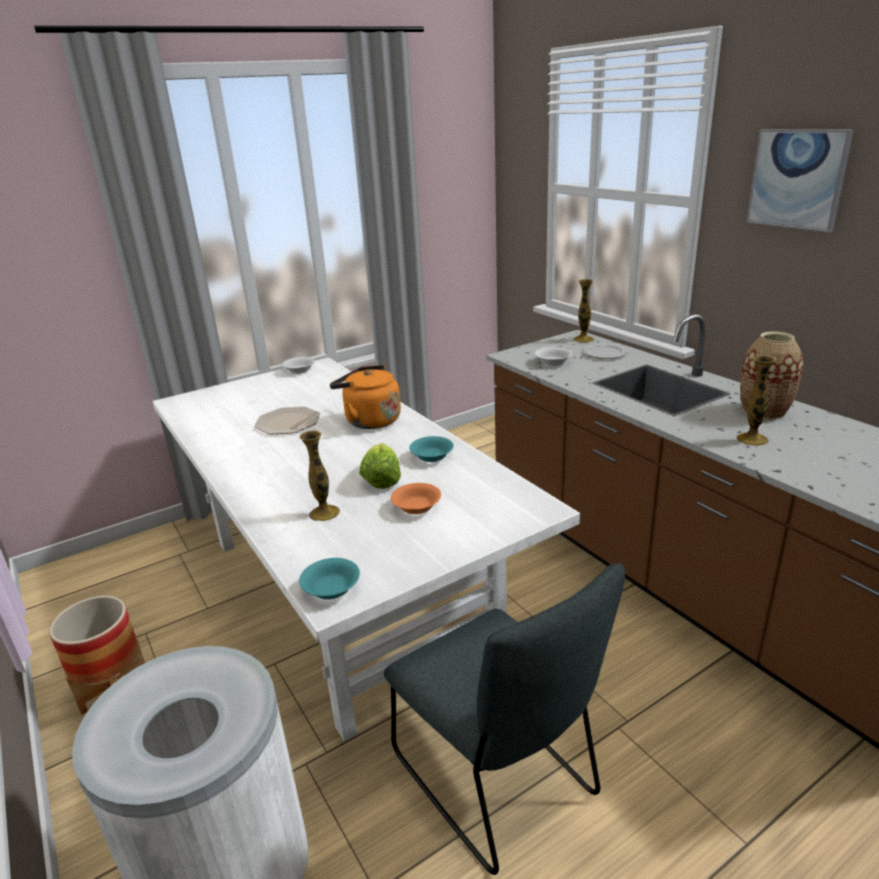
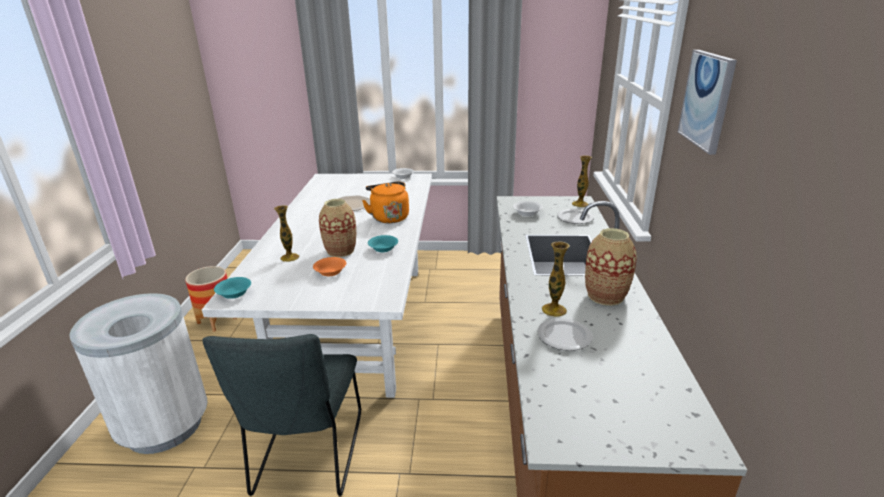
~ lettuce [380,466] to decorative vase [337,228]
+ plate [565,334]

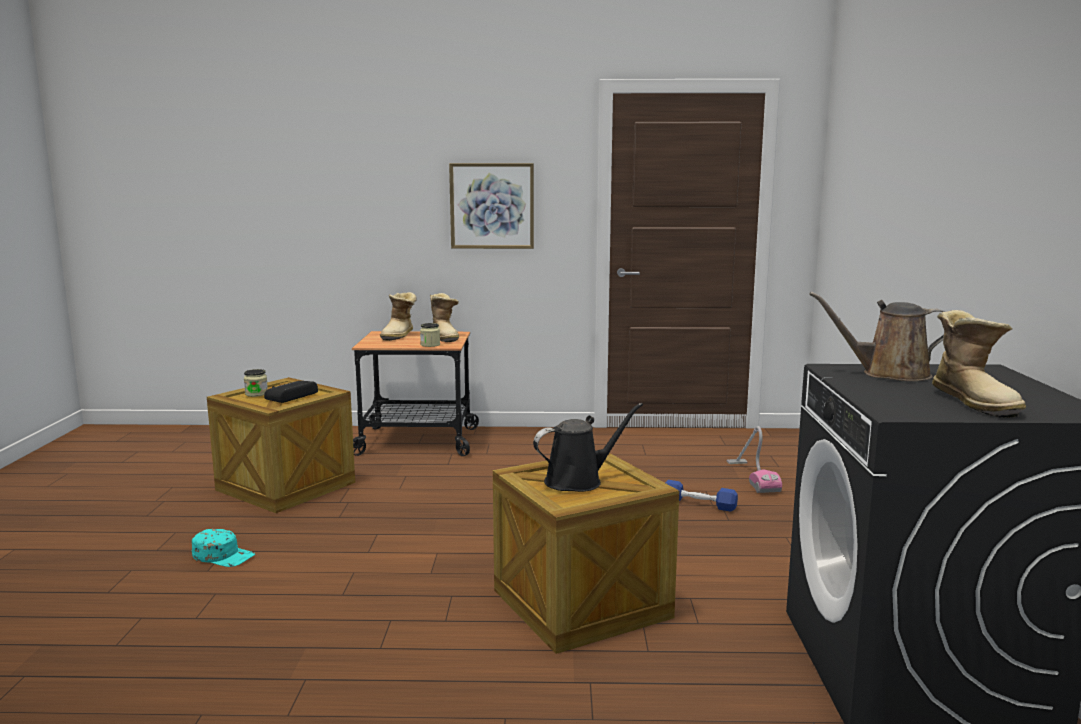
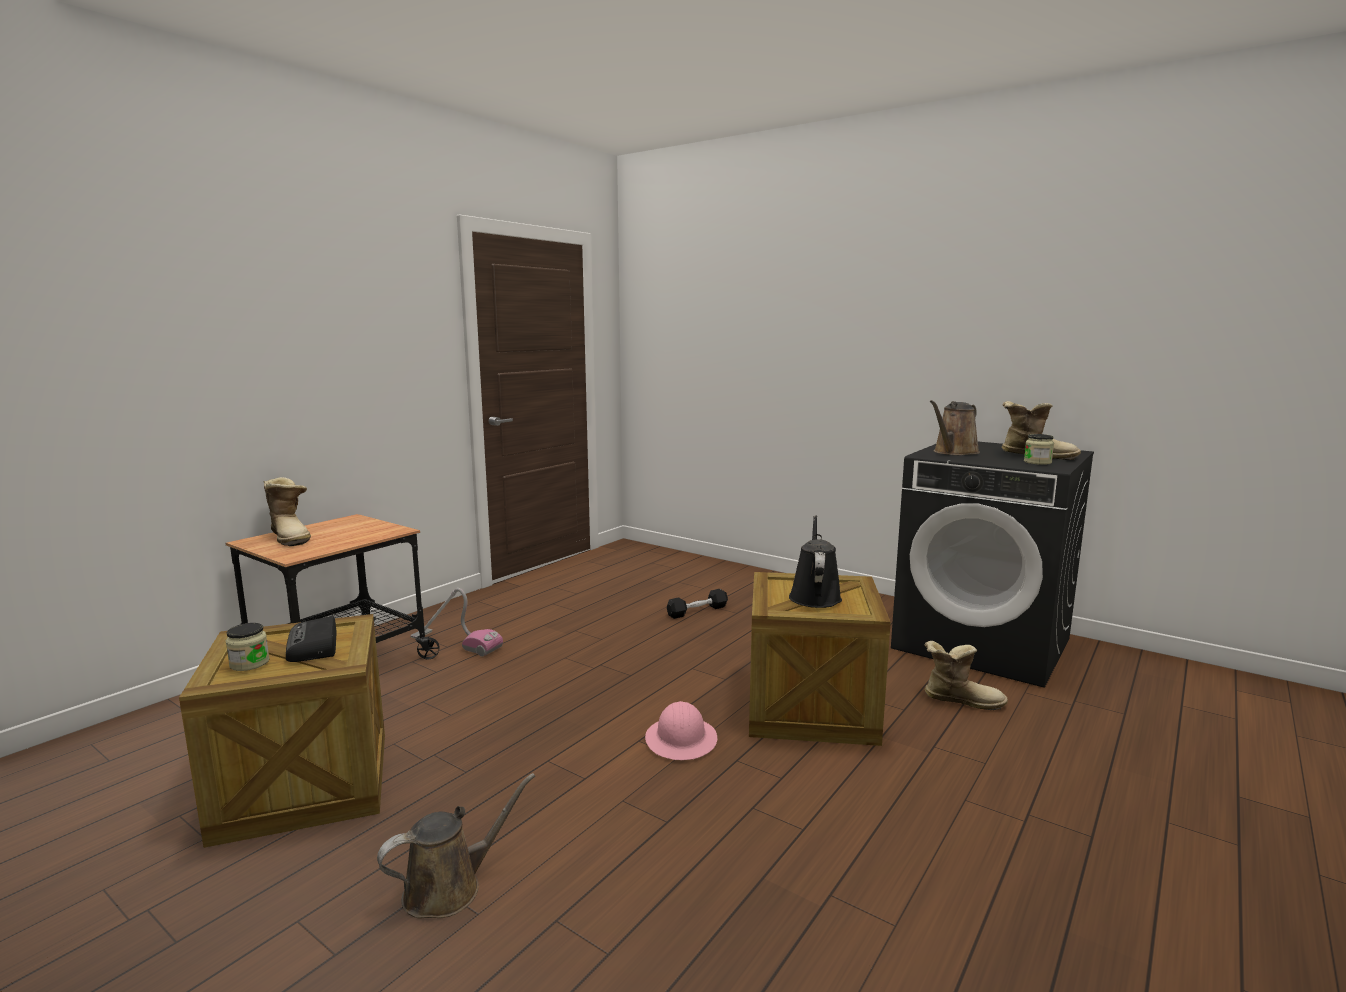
~ baseball cap in turquoise-coloured [223,548] to watering can in brown-coloured [456,846]
~ vacuum cleaner [754,459] to [456,622]
+ work helmet in pink [681,730]
~ hand weight in blue-coloured [701,496] to hand weight in blackish [697,604]
~ boot [444,317] to [966,675]
~ jar [430,335] to [1039,449]
- wall art [491,206]

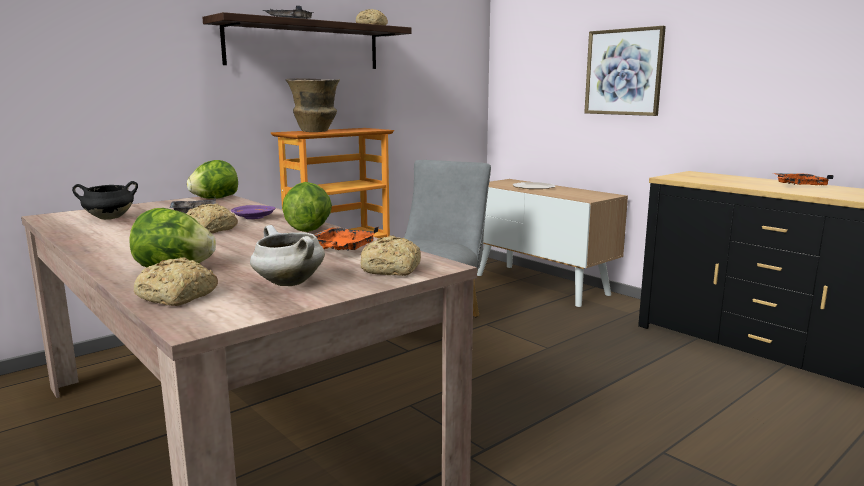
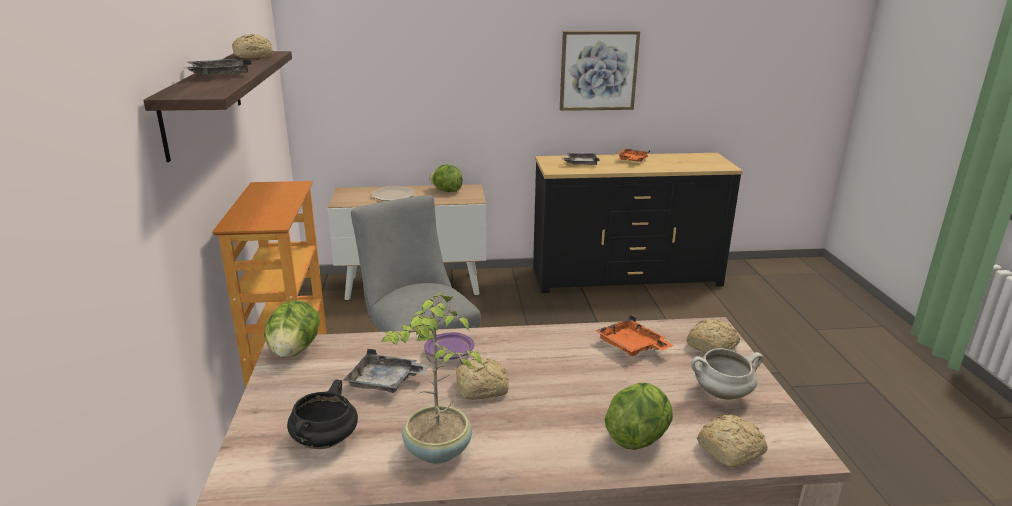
+ houseplant [431,378]
~ lettuce [307,207] to [446,178]
~ wall art [625,71] to [600,71]
+ tray in greyish [580,159]
- decorative vase [312,105]

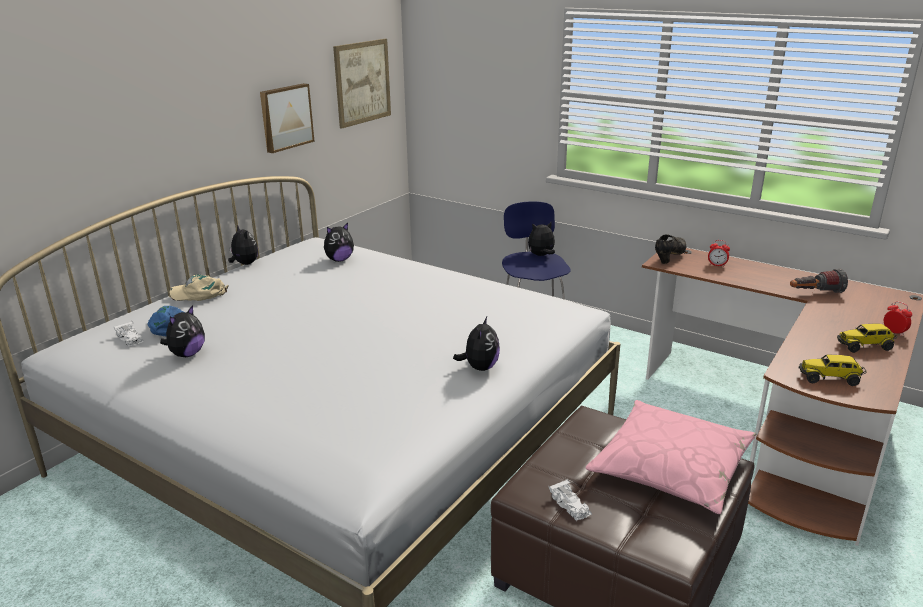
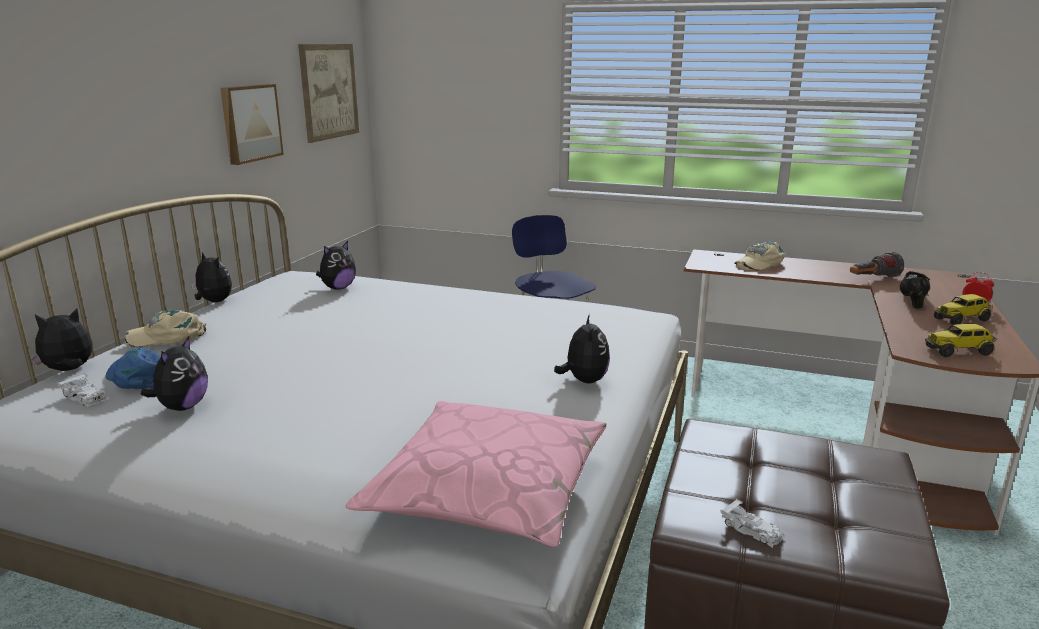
~ cuddly toy [541,239] to [61,339]
~ pillow in pink [670,457] to [476,474]
~ alarm clock [719,253] to baseball cap in sand-coloured [759,256]
~ shoe in blackish [670,249] to [915,290]

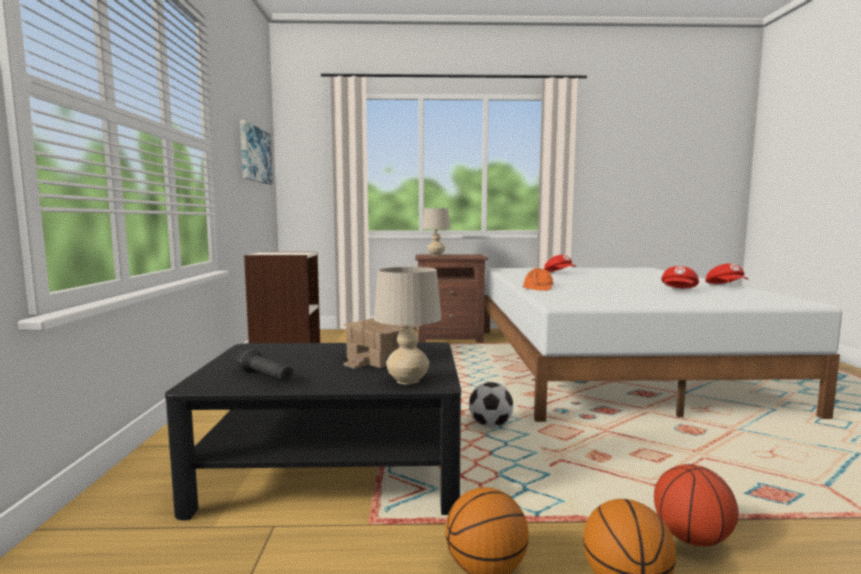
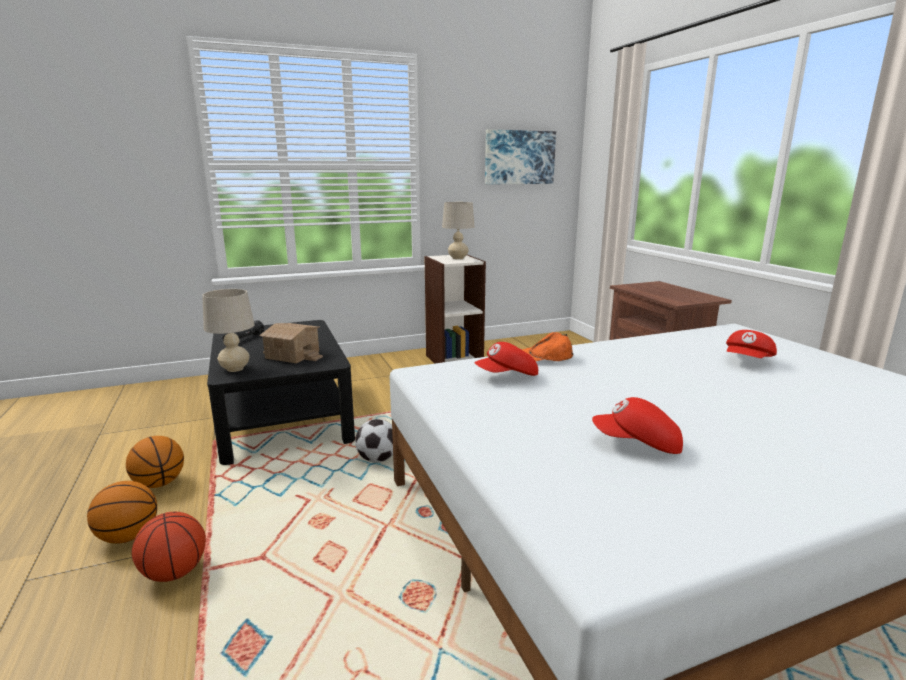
~ lamp for a table in sand-coloured [436,232] to [458,230]
~ baseball cap in red [727,273] to [506,359]

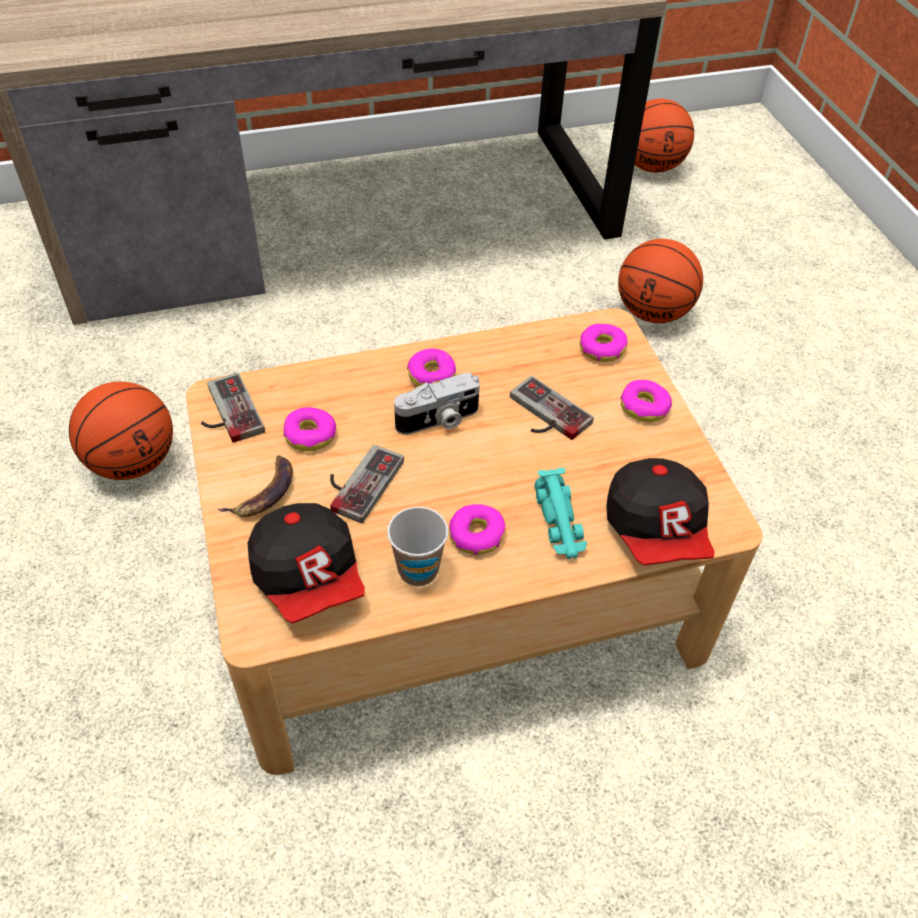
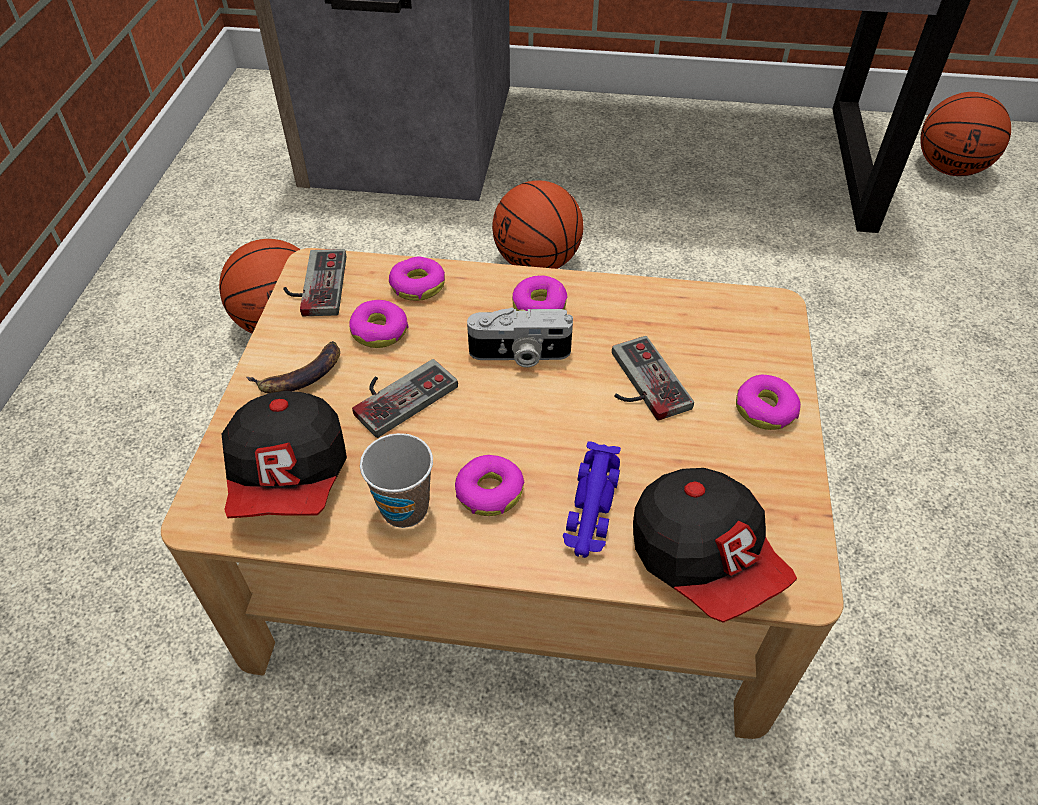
~ ring doughnut [604,343] to [417,278]
~ basketball ball [660,281] to [537,224]
~ toy car in turquoise-coloured [560,513] to toy car in purplish [592,499]
~ baseball cap [660,512] = [715,545] 45 degrees counterclockwise

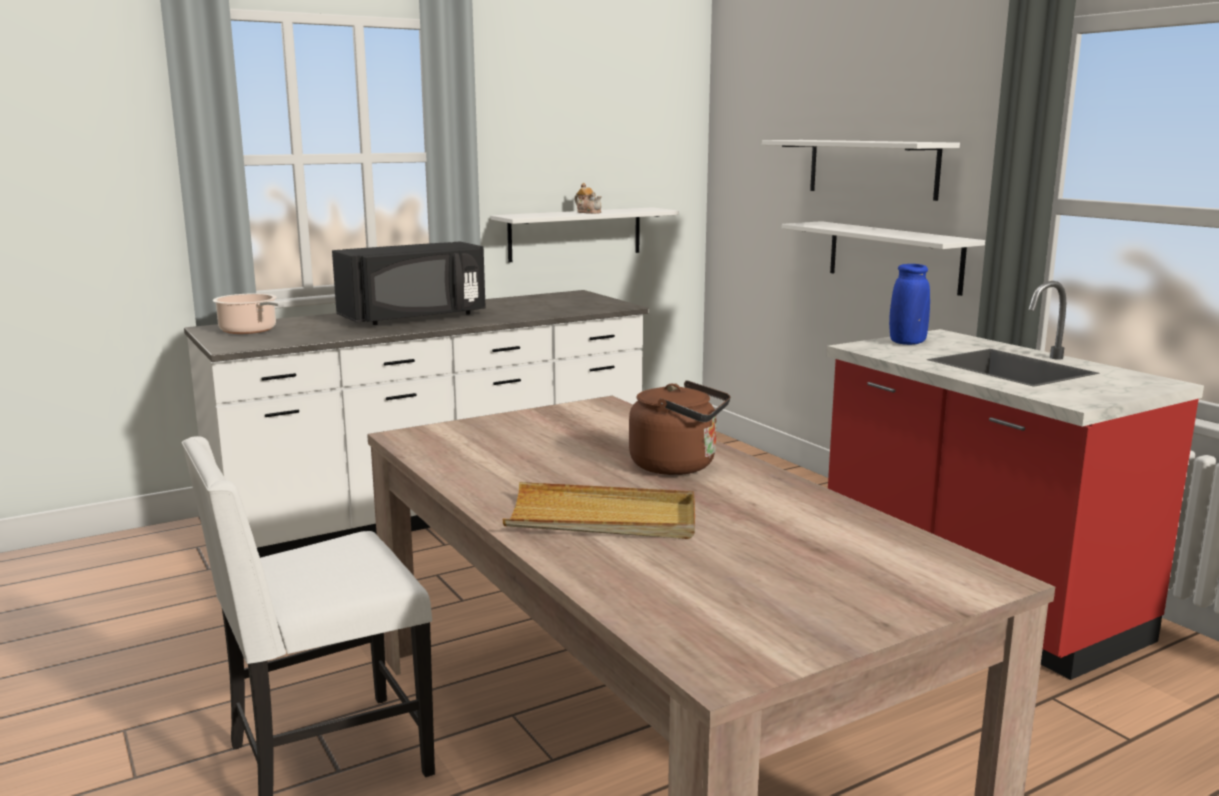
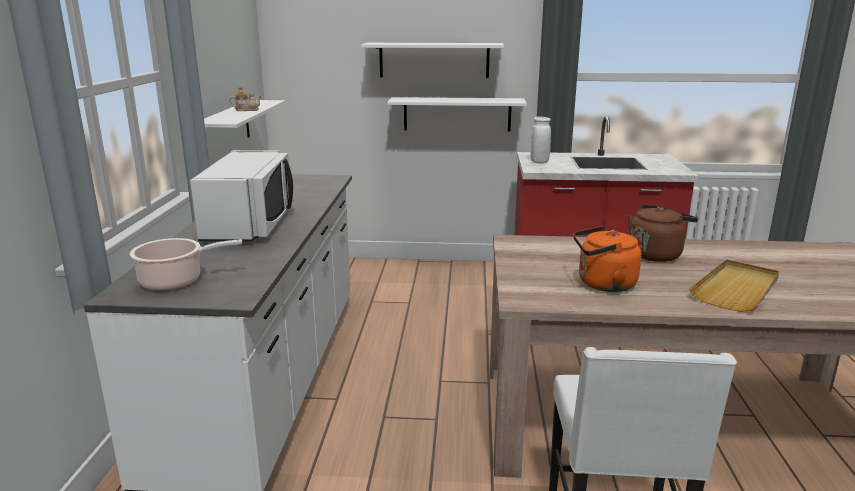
~ microwave oven in blackish [409,283] to microwave oven in white-coloured [241,196]
~ decorative vase in blue-coloured [909,304] to decorative vase in white-coloured [540,139]
+ kettle in orange-coloured [607,259]

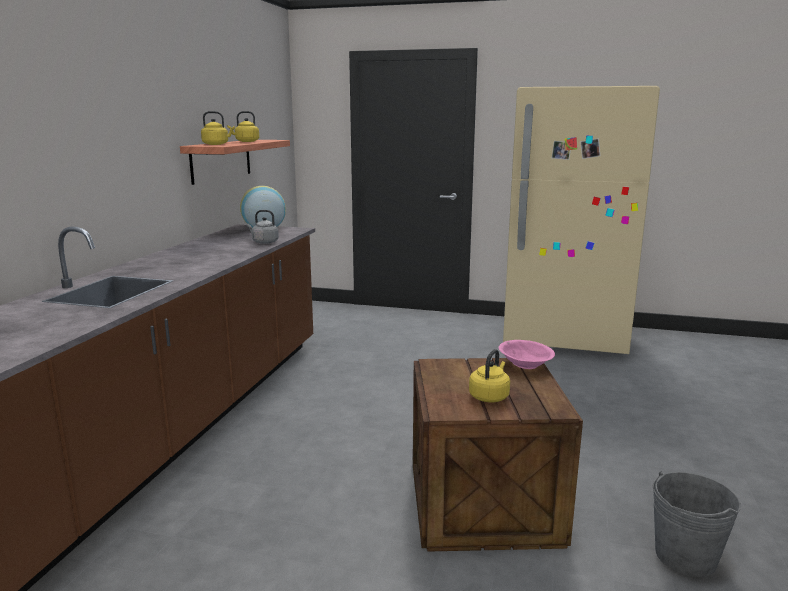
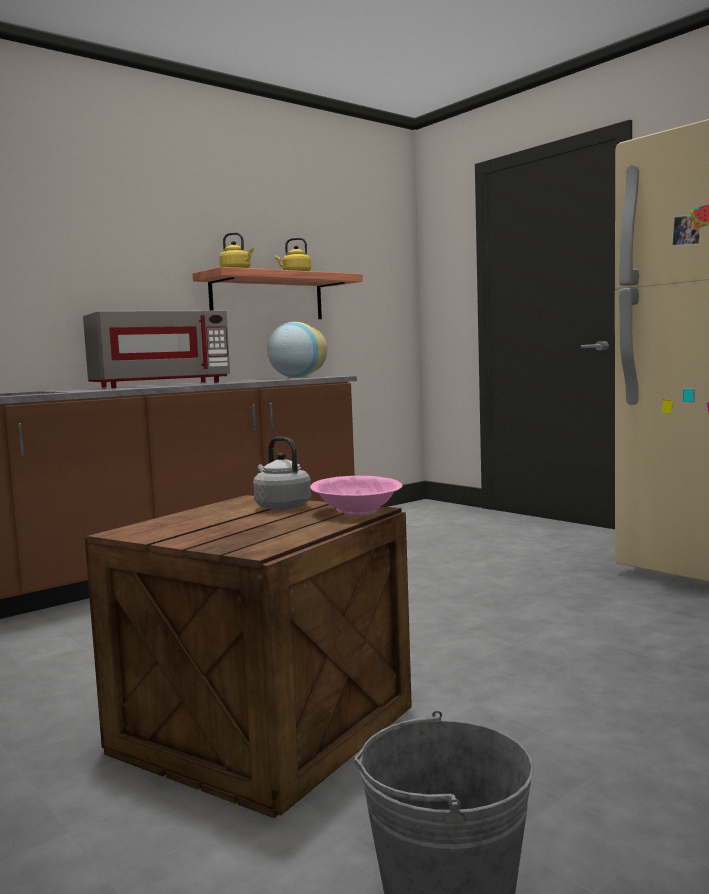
+ microwave oven in greyish [156,349]
~ kettle in greyish [263,227] to [282,473]
- kettle in yellowish [489,375]

